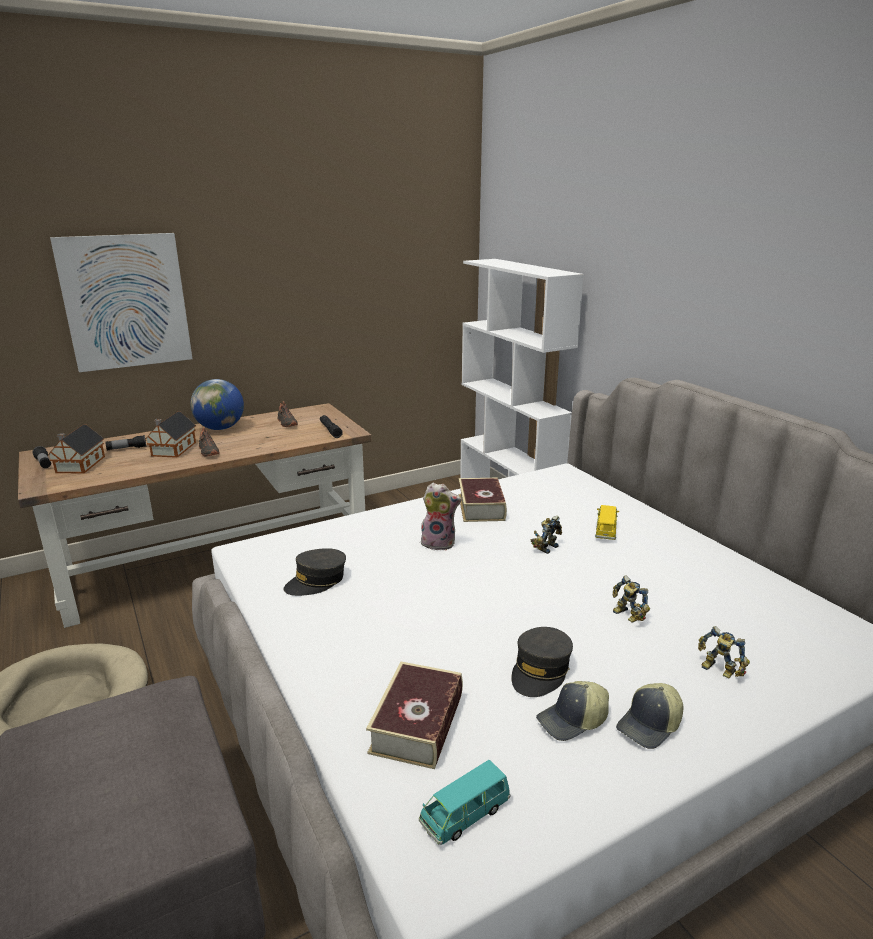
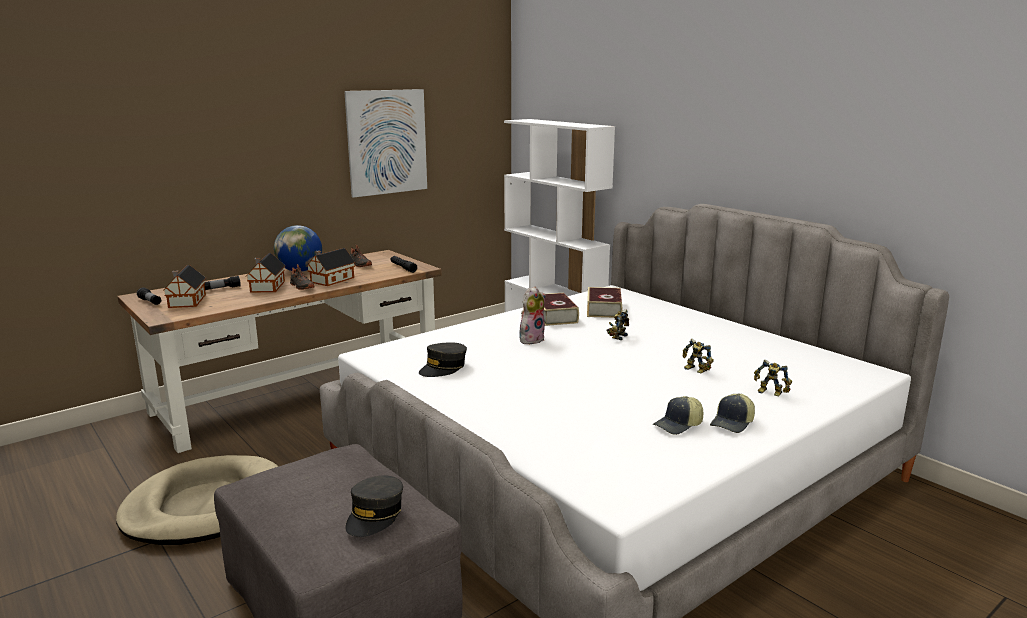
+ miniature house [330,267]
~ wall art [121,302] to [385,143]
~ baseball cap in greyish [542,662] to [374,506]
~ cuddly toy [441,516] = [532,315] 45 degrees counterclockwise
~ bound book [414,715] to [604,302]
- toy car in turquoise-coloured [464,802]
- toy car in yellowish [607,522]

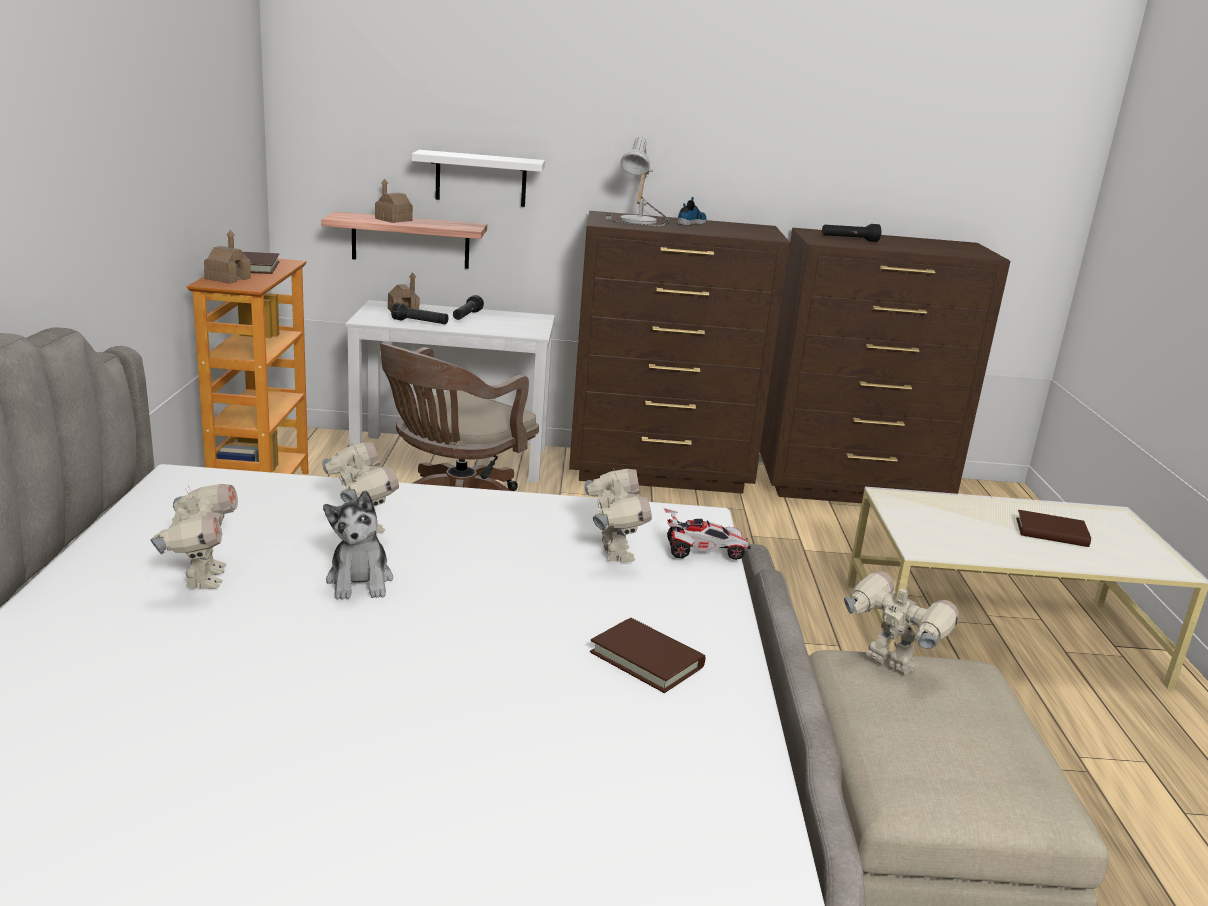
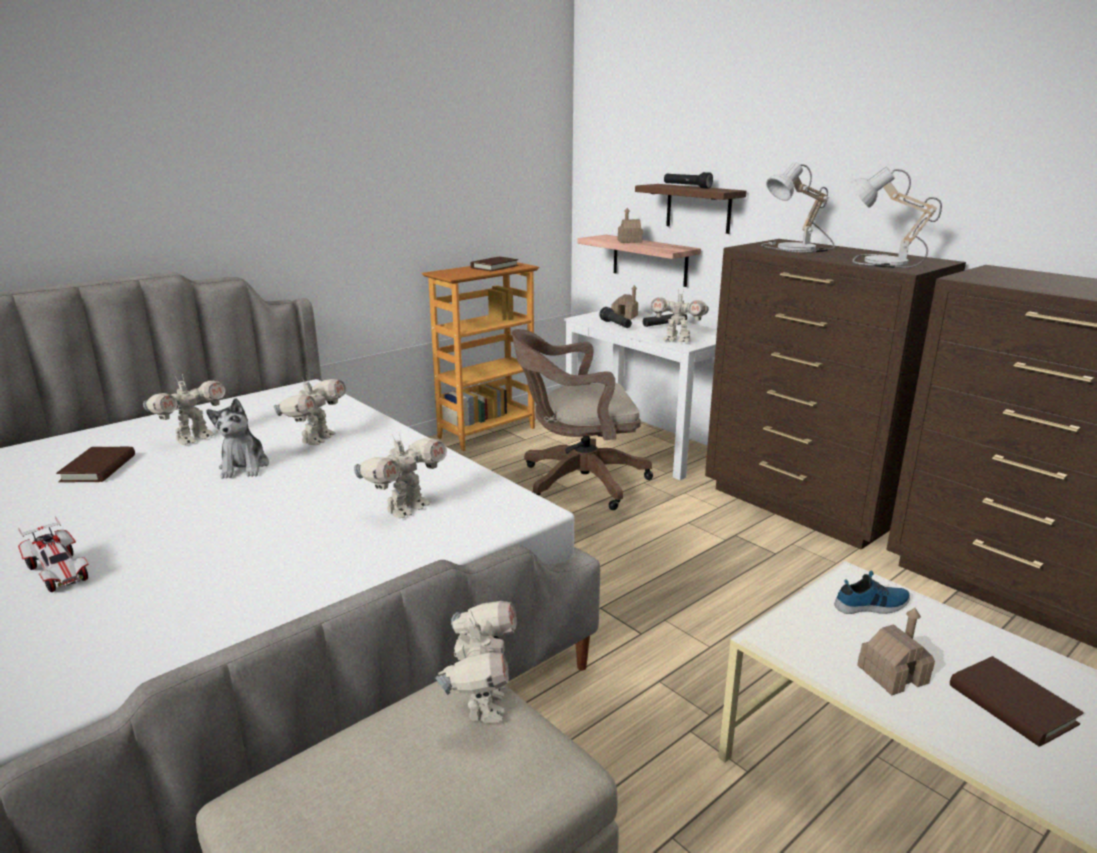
~ toy car [707,534] to [53,554]
~ bound book in brown-coloured [647,655] to [95,464]
~ cuddly toy [358,545] = [237,438] 45 degrees counterclockwise
~ wall shelf in white-coloured [478,178] to wall shelf in brown-coloured [691,209]
+ robot figure [680,315]
~ flashlight in blackish [851,233] to [688,180]
~ shoe [691,211] to [872,592]
+ lamp for a table [896,217]
~ miniature house [227,257] to [896,651]

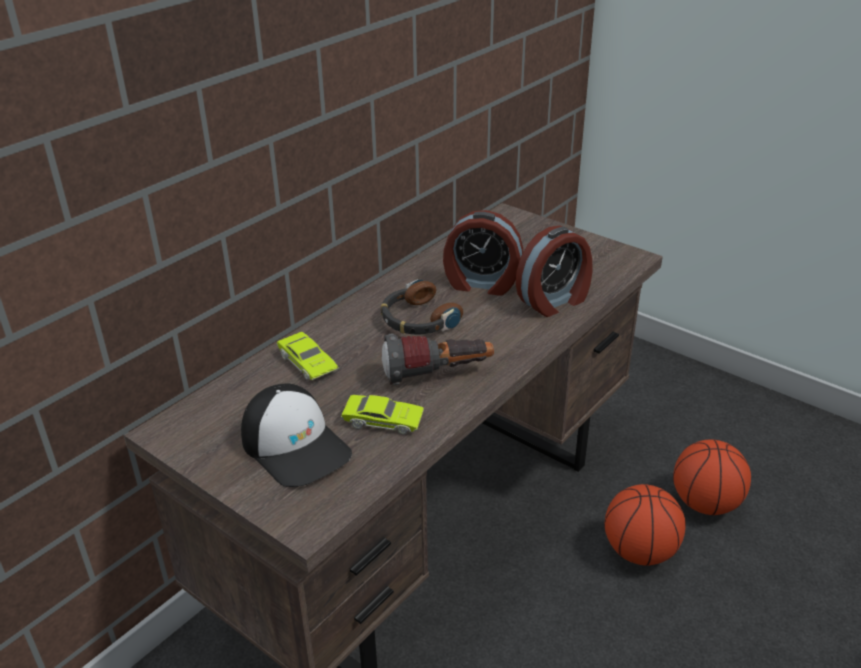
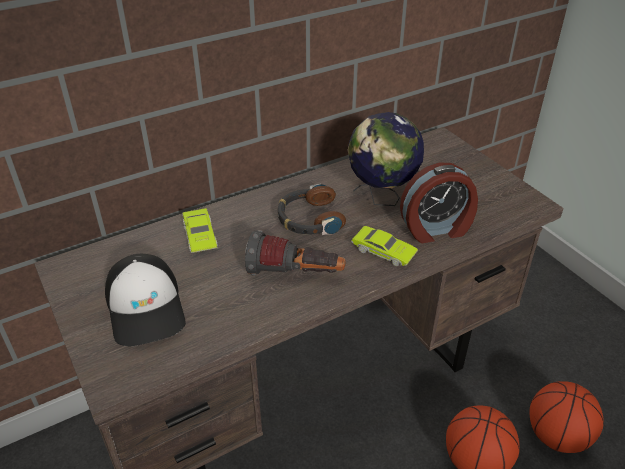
~ alarm clock [483,253] to world globe [386,159]
~ toy car in greenish [382,414] to [384,246]

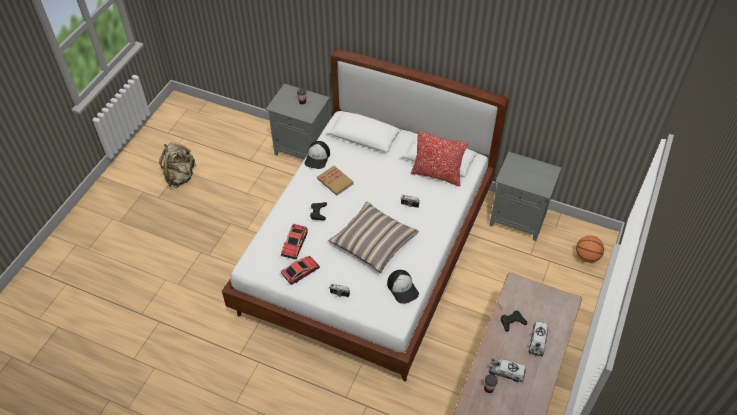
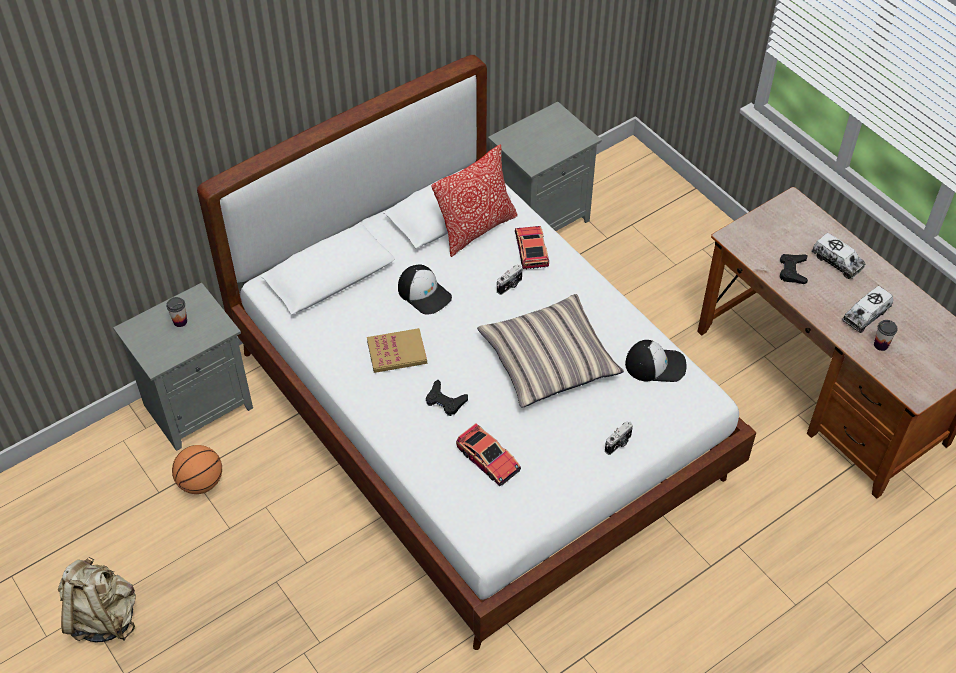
~ basketball ball [590,249] to [197,469]
~ baseball cap [317,155] to [425,289]
~ toy car [300,270] to [532,248]

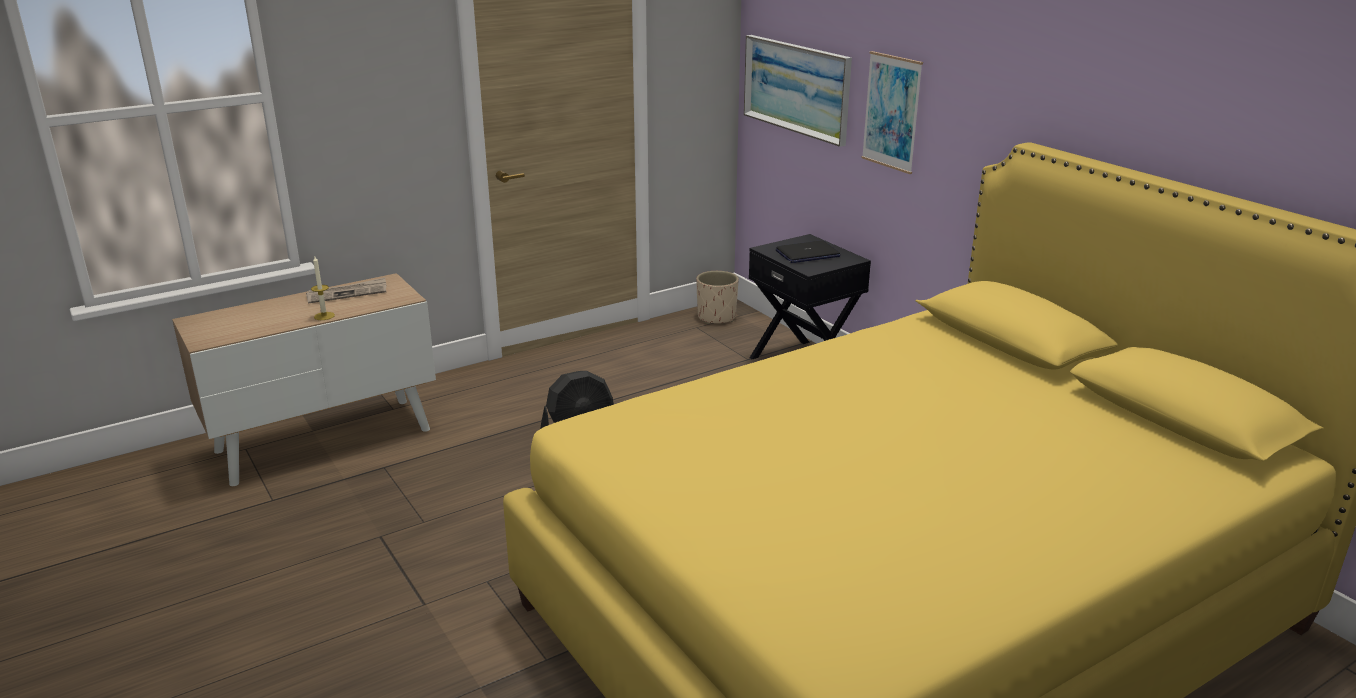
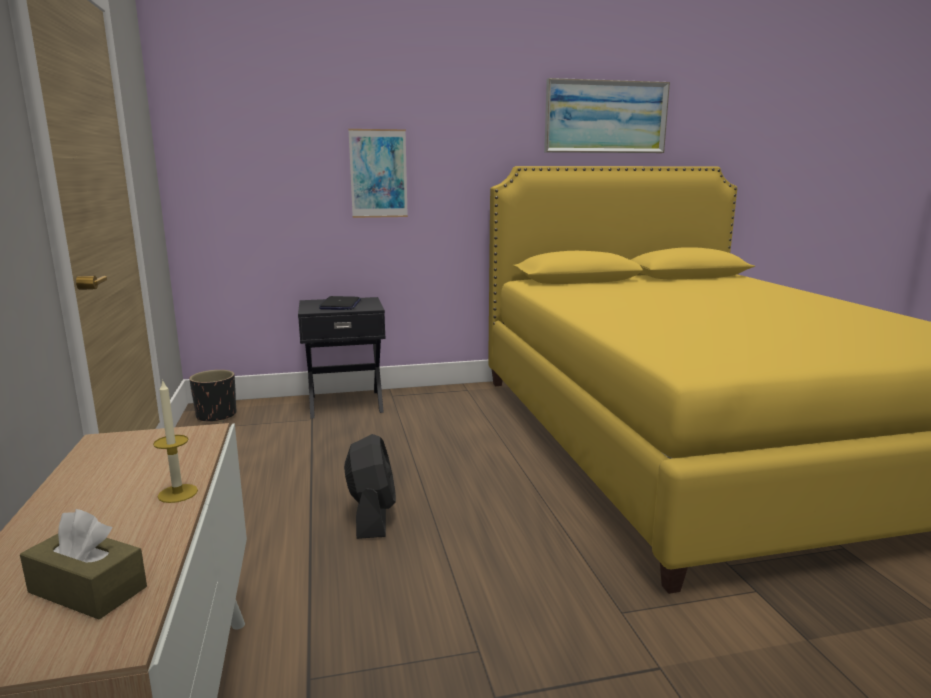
+ tissue holder in brown-coloured [83,564]
~ flower pot in sand-coloured [717,297] to flower pot in blackish [212,396]
~ wall art [798,91] to [607,115]
- newspaper [346,290]

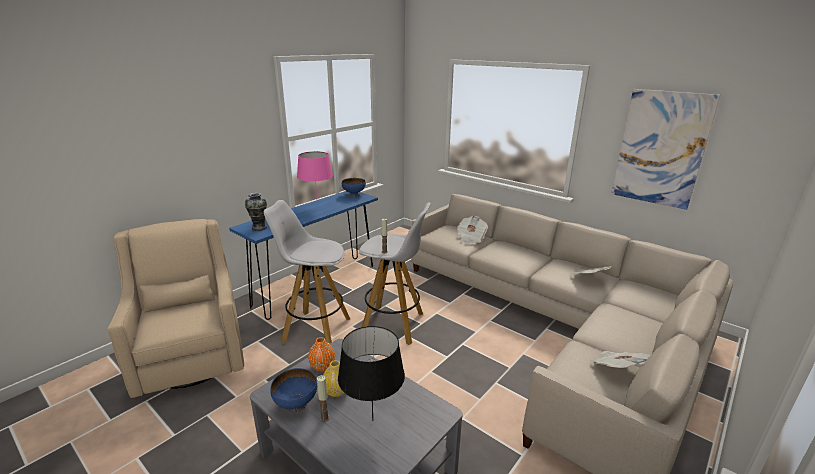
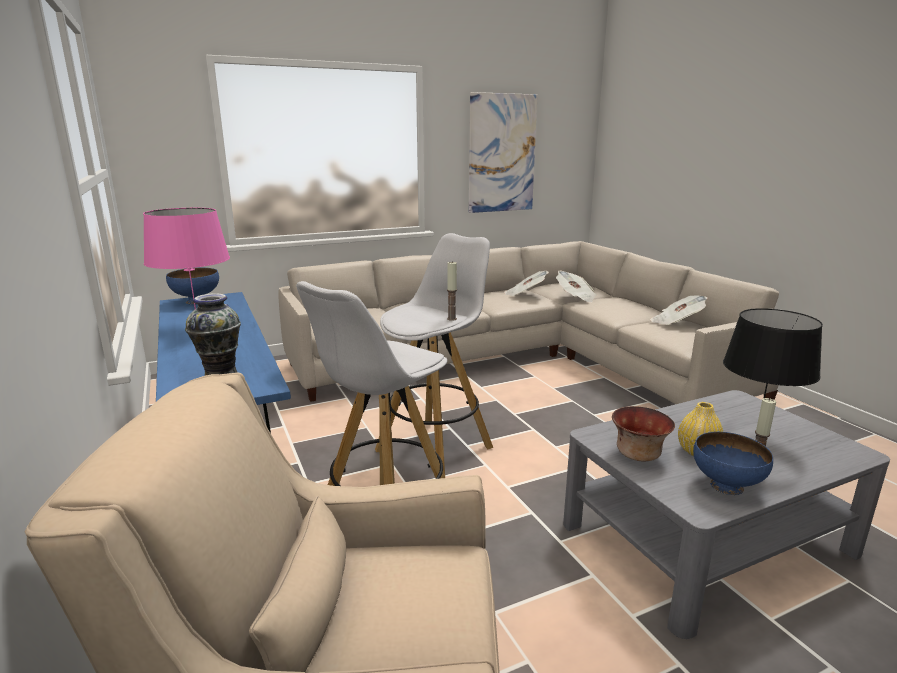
~ newspaper [472,230] to [576,287]
~ decorative vase in orange-coloured [321,354] to serving bowl [643,433]

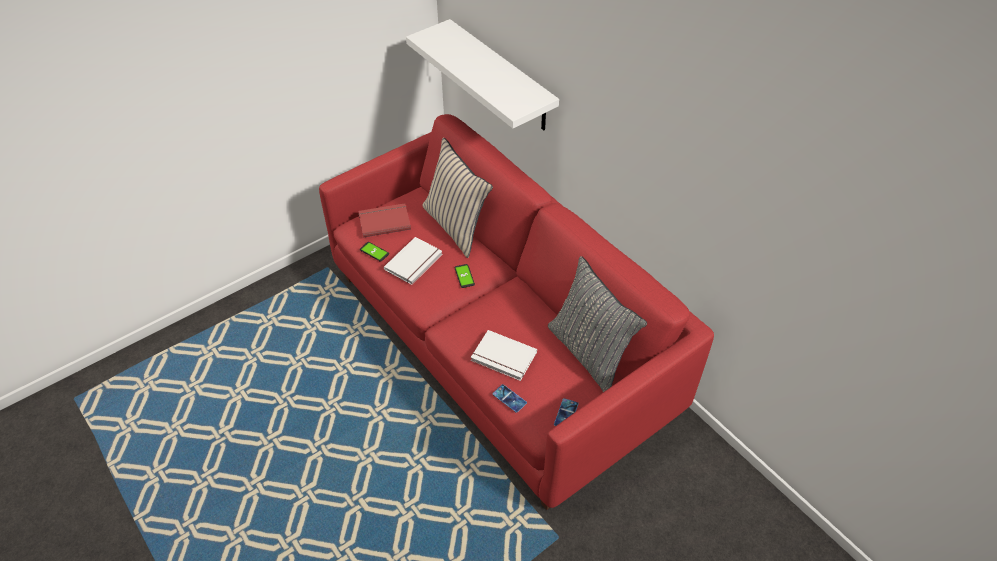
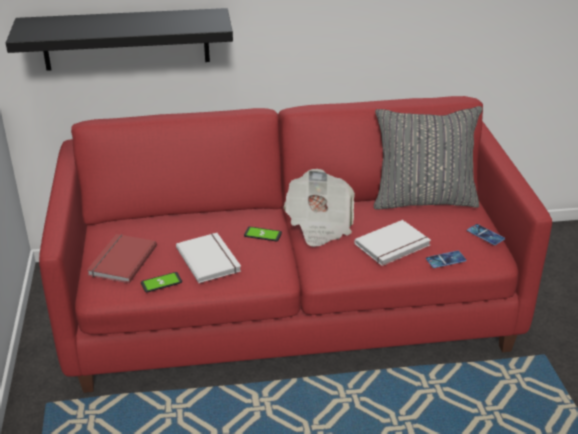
~ wall shelf in white-coloured [482,75] to wall shelf in blackish [119,39]
+ newspaper [319,208]
- pillow in sand-coloured [457,198]

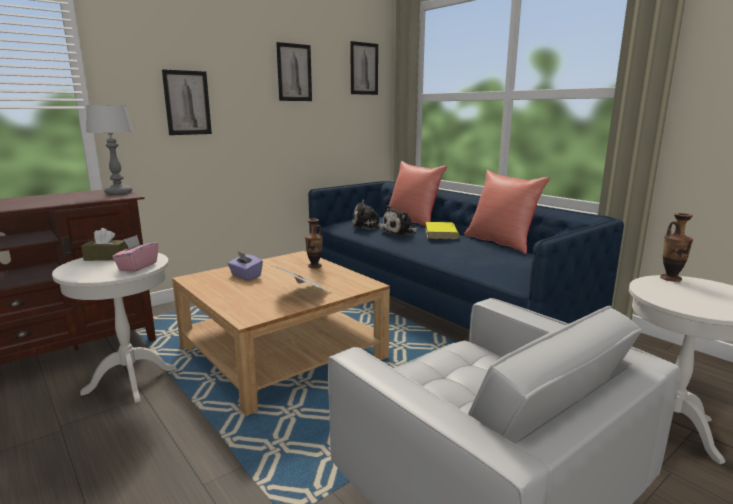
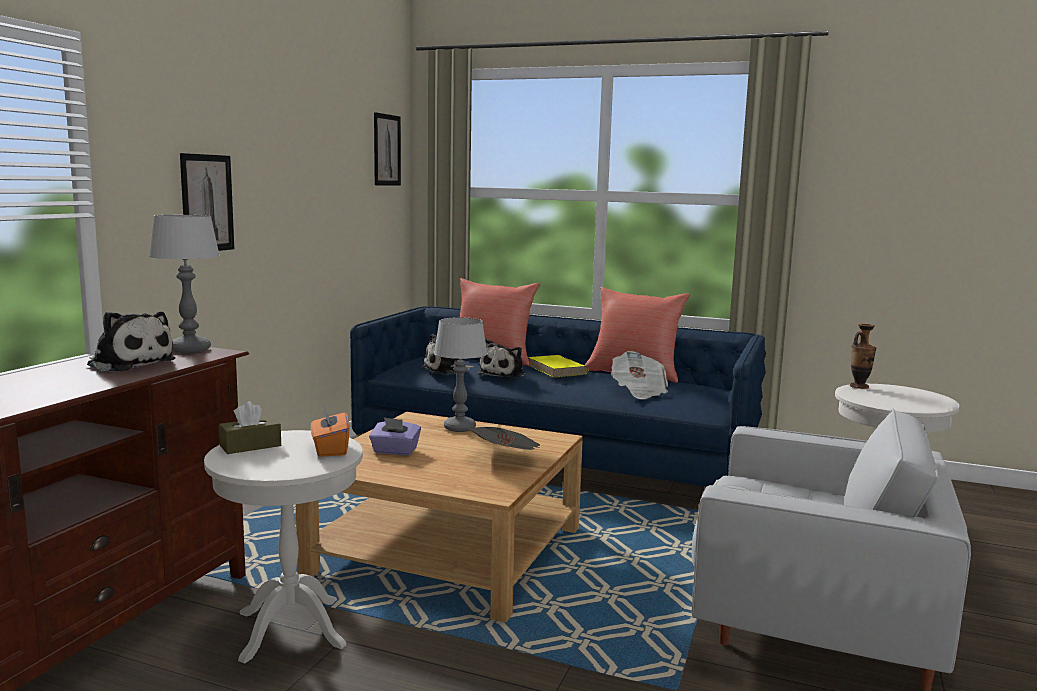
+ cuddly toy [131,341]
~ tissue holder in pink [135,253] to tissue holder in orange-coloured [330,431]
~ decorative vase [314,244] to lamp for a table [461,374]
+ newspaper [639,375]
- wall art [294,71]

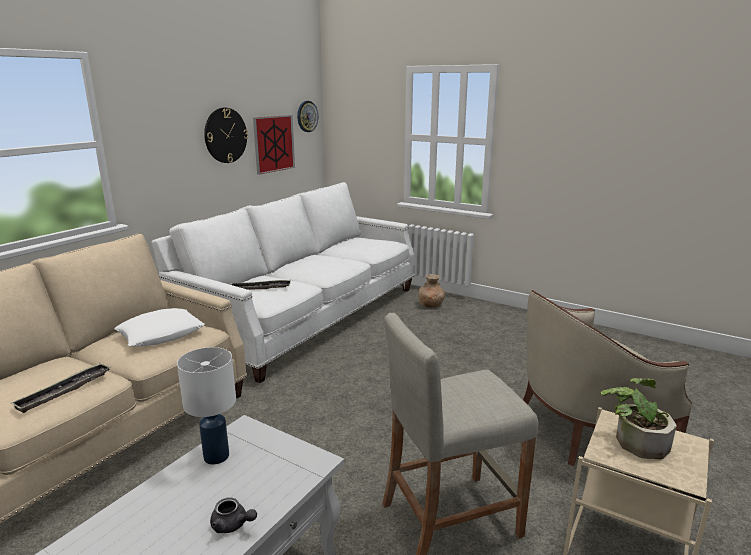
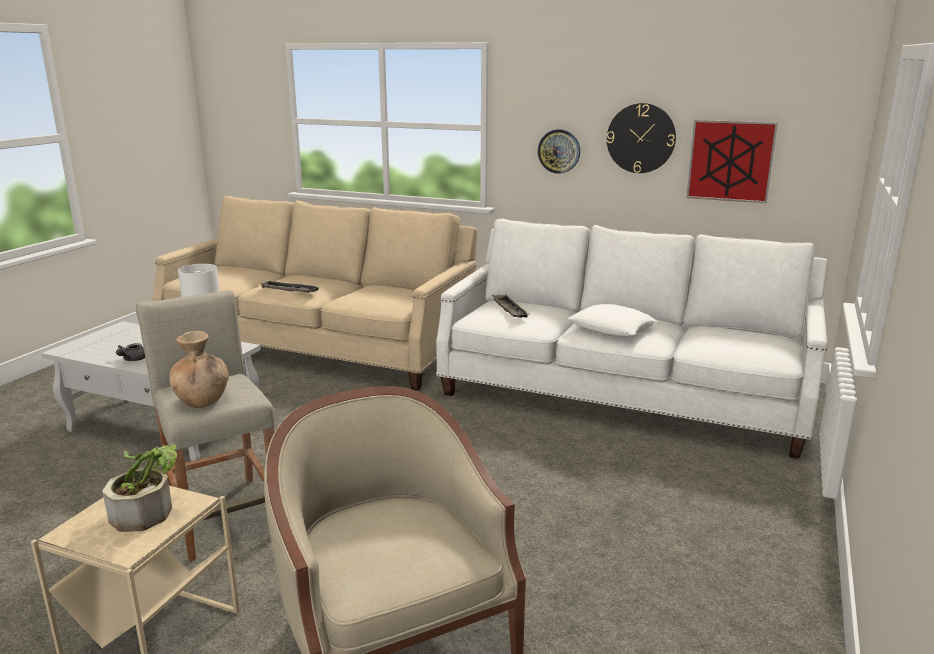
~ decorative vase in brown-coloured [431,291] to [199,369]
~ hanging clock [307,116] to [559,151]
~ pillow in white-coloured [160,327] to [613,320]

